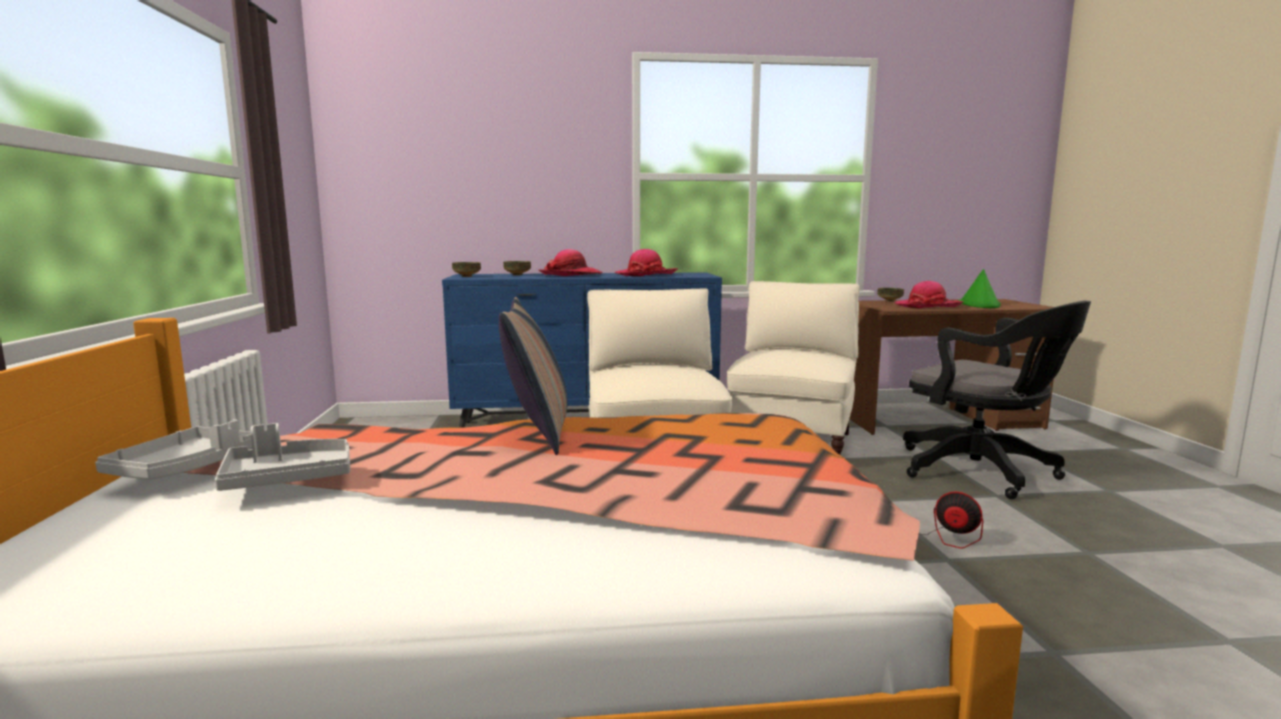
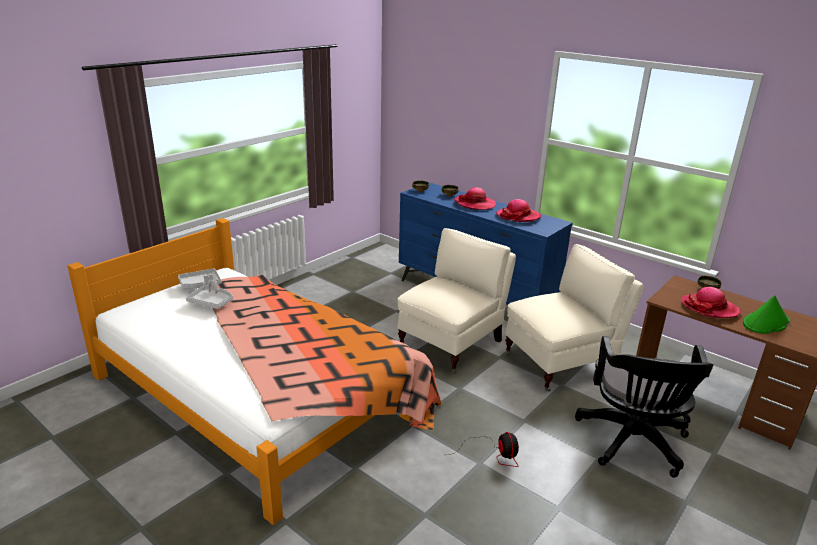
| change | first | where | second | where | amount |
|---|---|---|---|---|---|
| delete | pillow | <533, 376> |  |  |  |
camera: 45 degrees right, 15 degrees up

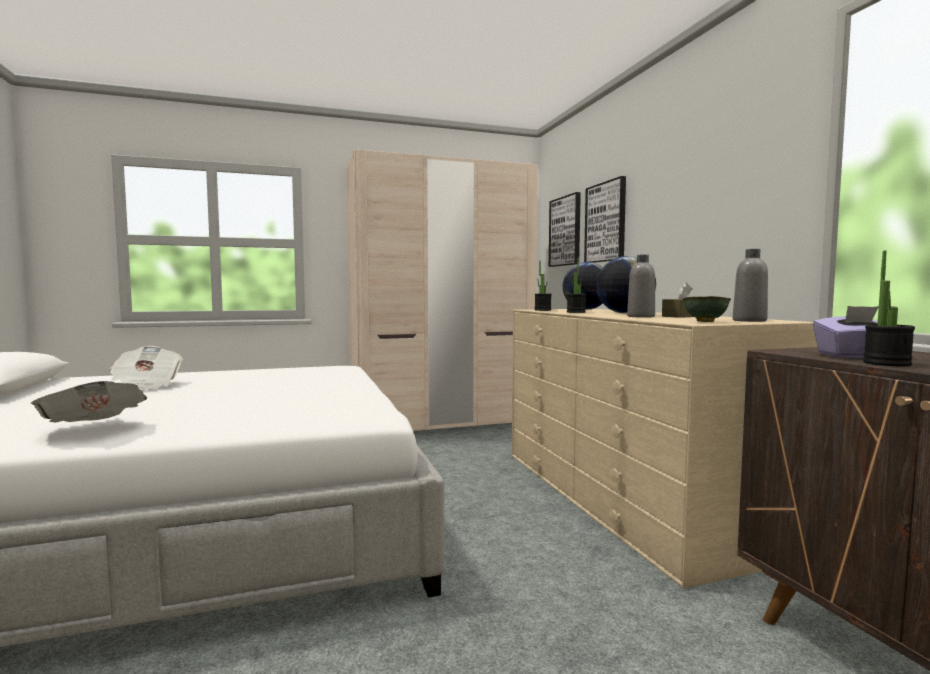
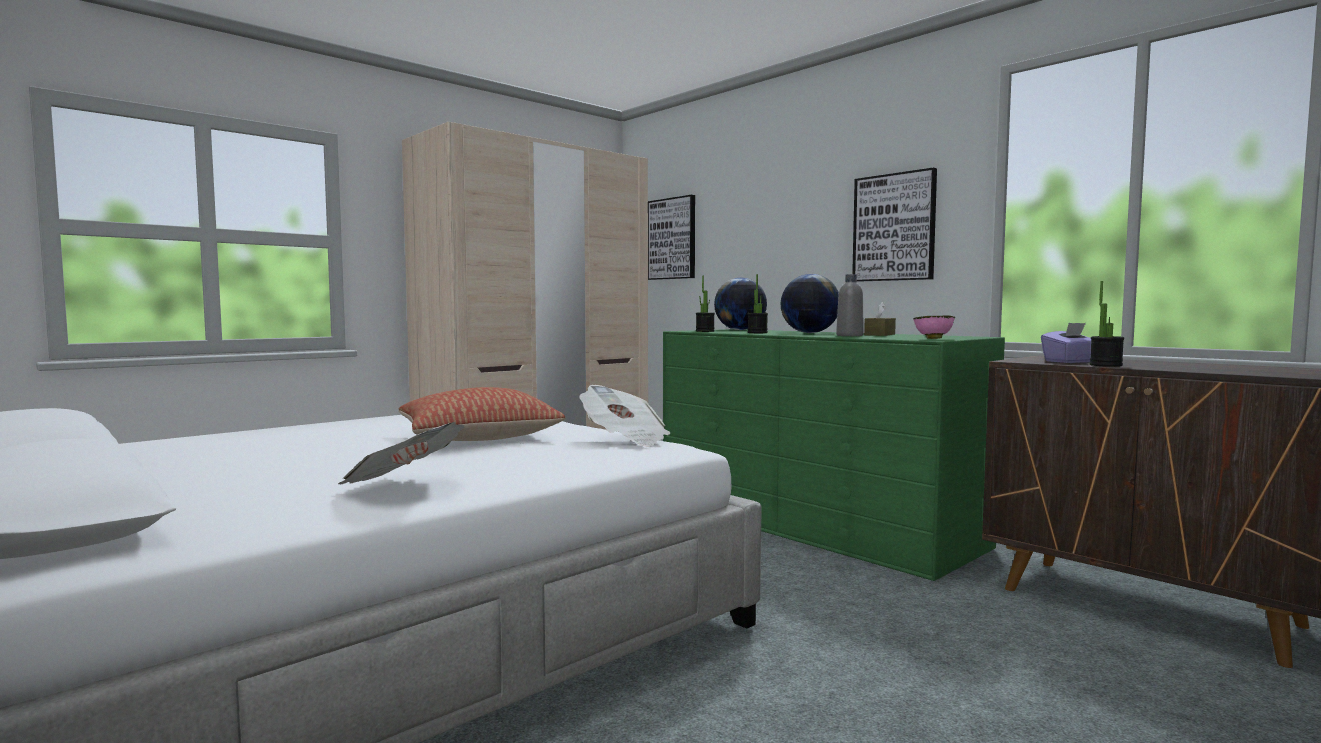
| change | first | where | second | where | amount |
|---|---|---|---|---|---|
| insert |  |  | pillow | <482, 414> |  |
| move | printed paper | <146, 368> |  | <624, 416> |  |
| recolor | chest of drawers (beige) | <664, 448> | chest of drawers (green-coloured) | <834, 455> |  |
| move | wall art | <605, 219> |  | <894, 224> |  |
| recolor | serving bowl (green-coloured) | <707, 309> | serving bowl (pinkish) | <934, 327> |  |
| delete | beverage bottle (greyish) | <750, 285> |  |  |  |
camera: 25 degrees left, 0 degrees up

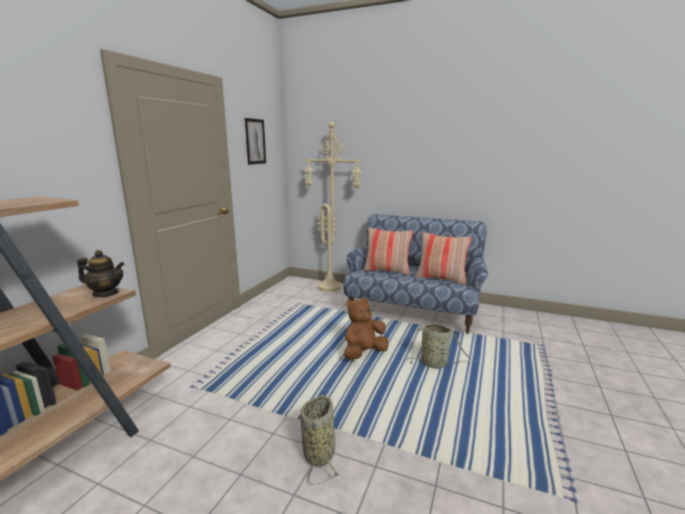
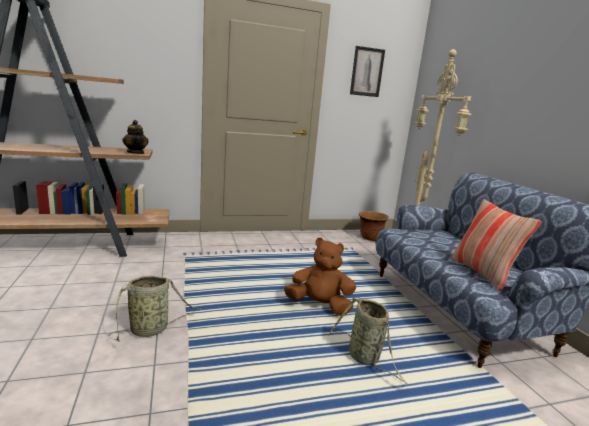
| change | first | where | second | where | amount |
|---|---|---|---|---|---|
| insert |  |  | plant pot (brownish) | <374, 226> |  |
| delete | pillow | <388, 251> |  |  |  |
camera: 50 degrees right, 0 degrees up

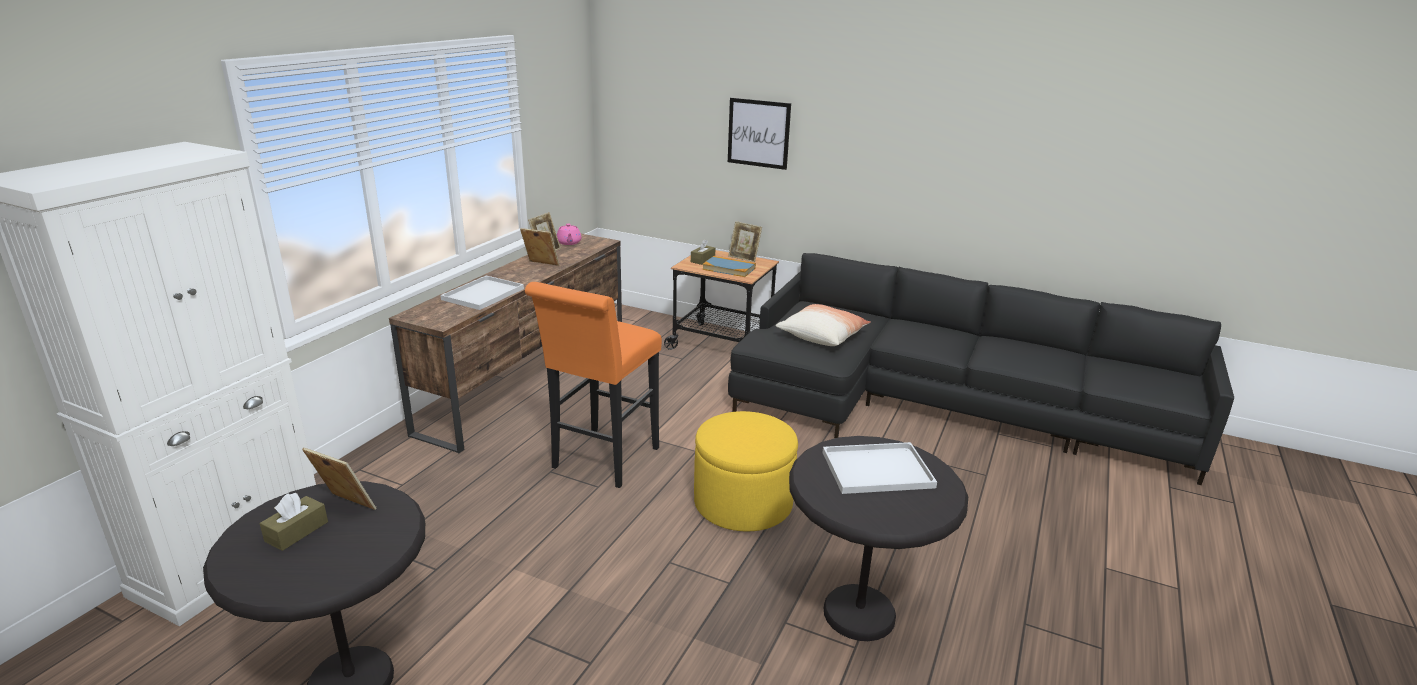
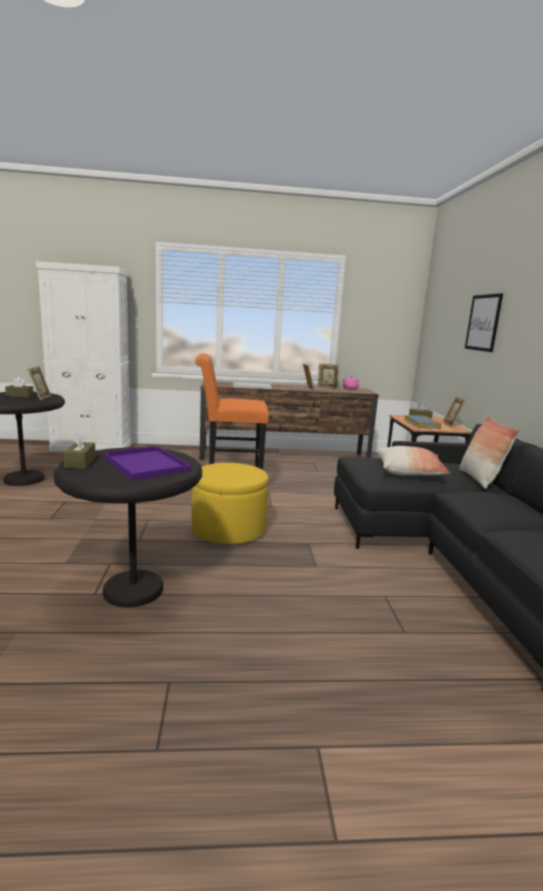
| change | first | where | second | where | amount |
|---|---|---|---|---|---|
| insert |  |  | tissue holder (brownish) | <79, 450> |  |
| recolor | serving tray (whitish) | <880, 468> | serving tray (purple) | <147, 463> |  |
| insert |  |  | pillow | <489, 452> |  |
camera: 60 degrees right, 10 degrees down

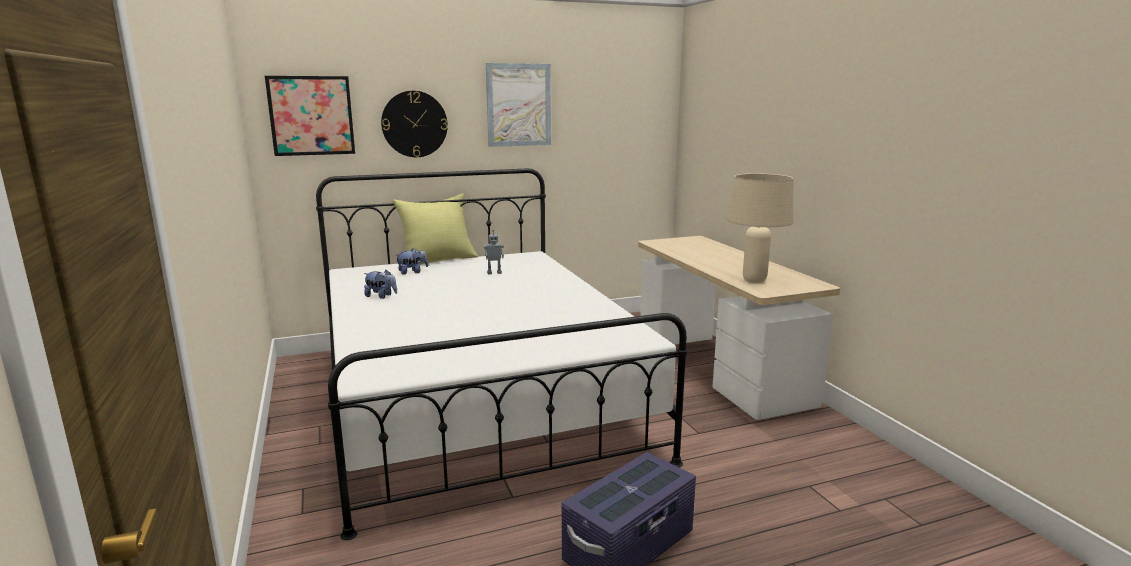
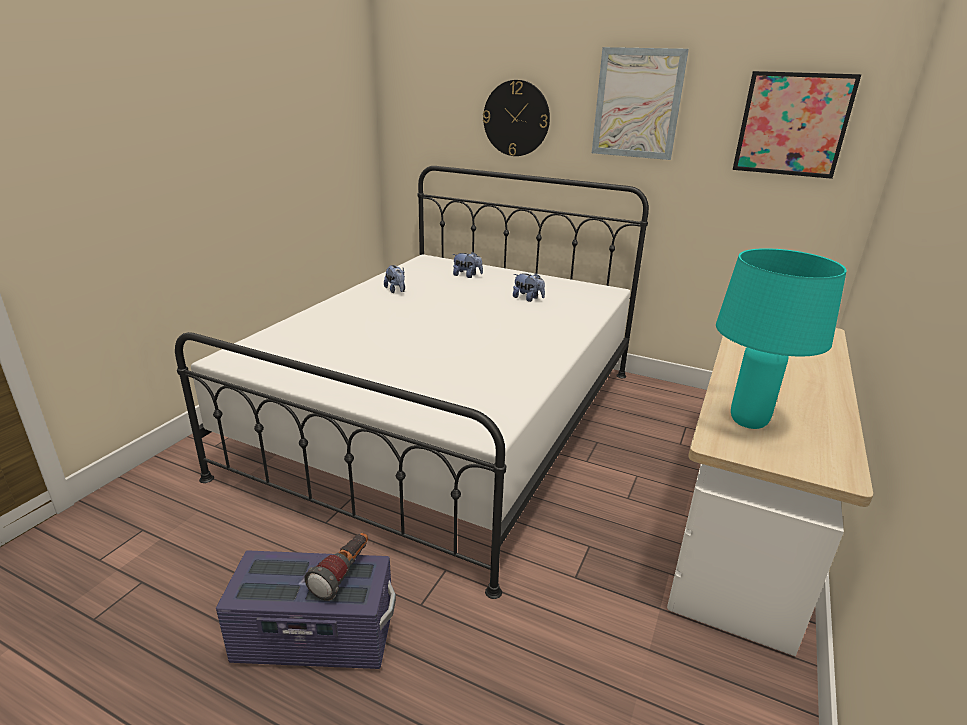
| change | first | where | second | where | amount |
|---|---|---|---|---|---|
| insert |  |  | hand torch | <336, 567> |  |
| replace | robot figure | <494, 252> | cuddly toy | <529, 287> |  |
| recolor | lamp for a table (beige) | <760, 228> | lamp for a table (blue-green) | <781, 338> |  |
| move | wall art | <310, 116> |  | <797, 125> |  |
| delete | pillow (yellow) | <435, 228> |  |  |  |
camera: 45 degrees right, 10 degrees up

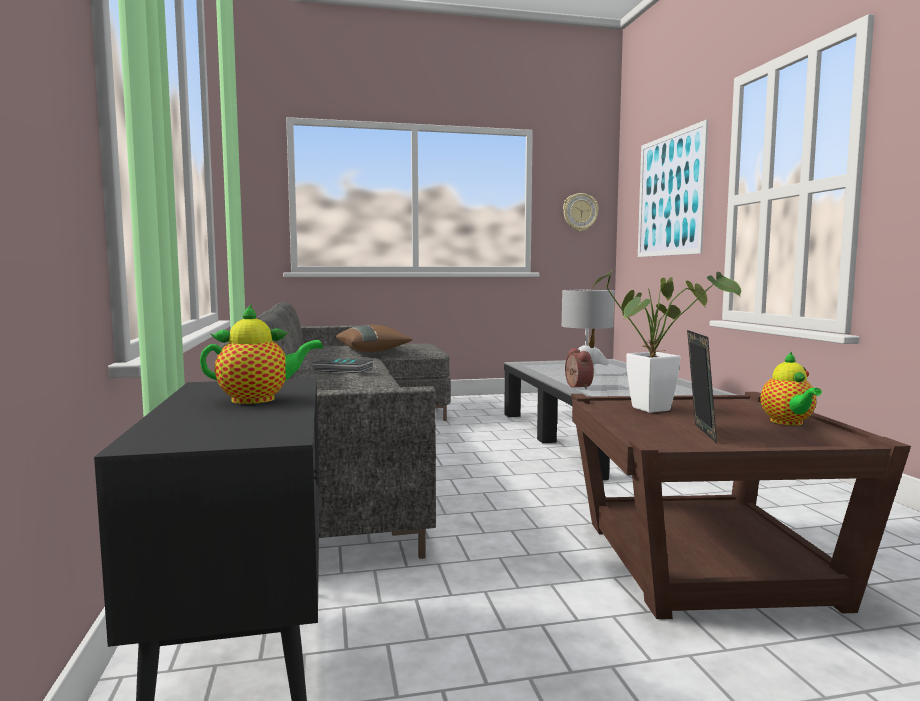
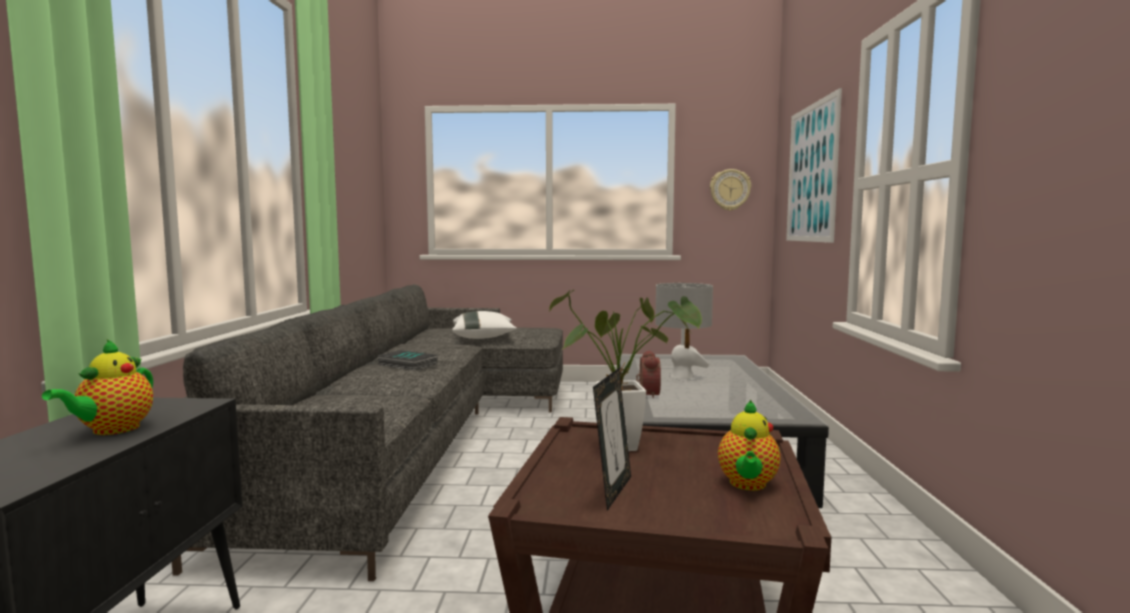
| change | first | where | second | where | amount |
|---|---|---|---|---|---|
| rotate | pot for tea | <261, 354> |  | <97, 387> | 105 degrees clockwise |
| recolor | pillow (brownish) | <374, 338> | pillow (whitish) | <484, 325> |  |
camera: 15 degrees right, 0 degrees up

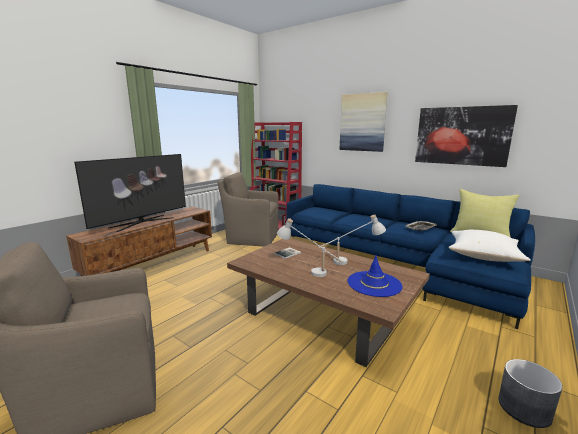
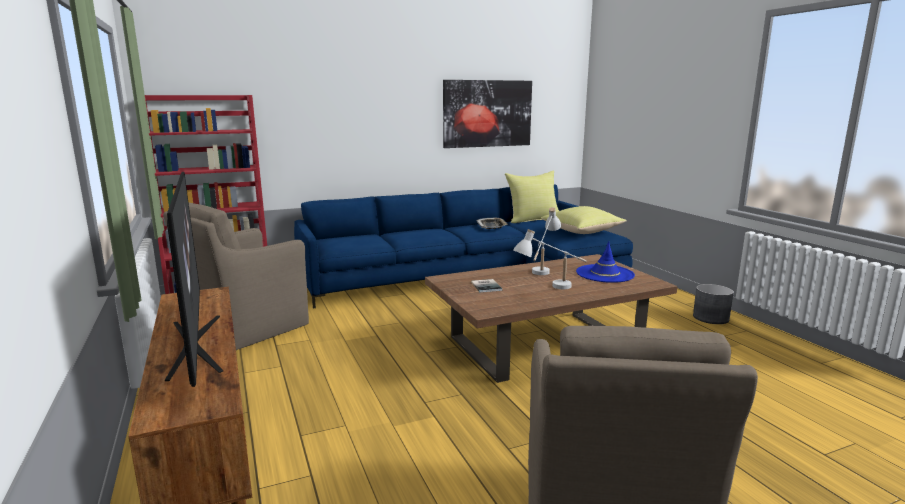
| change | first | where | second | where | amount |
|---|---|---|---|---|---|
| recolor | pillow (whitish) | <489, 246> | pillow (yellow) | <584, 220> |  |
| delete | wall art | <364, 122> |  |  |  |
camera: 60 degrees left, 0 degrees up

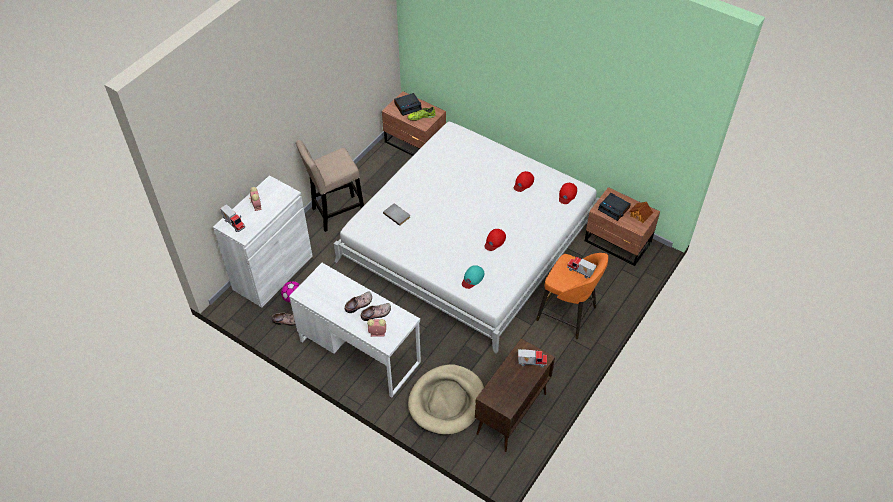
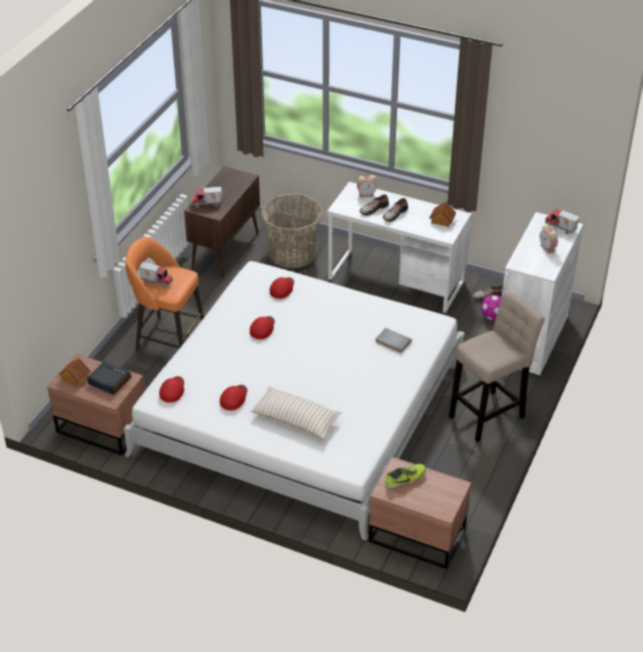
| change | first | where | second | where | amount |
|---|---|---|---|---|---|
| insert |  |  | pillow (beige) | <296, 412> |  |
| replace | dog cushion (beige) | <446, 399> | storage basket | <292, 231> |  |
| recolor | cap (blue-green) | <473, 277> | cap (reddish) | <282, 288> |  |
| insert |  |  | miniature house | <442, 214> |  |
| delete | table clock | <408, 104> |  |  |  |
camera: 170 degrees right, 10 degrees down

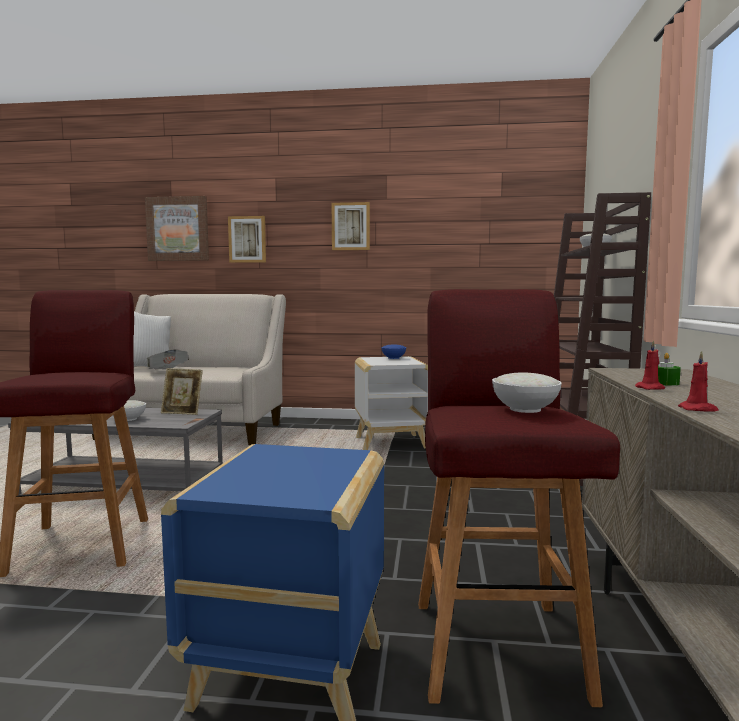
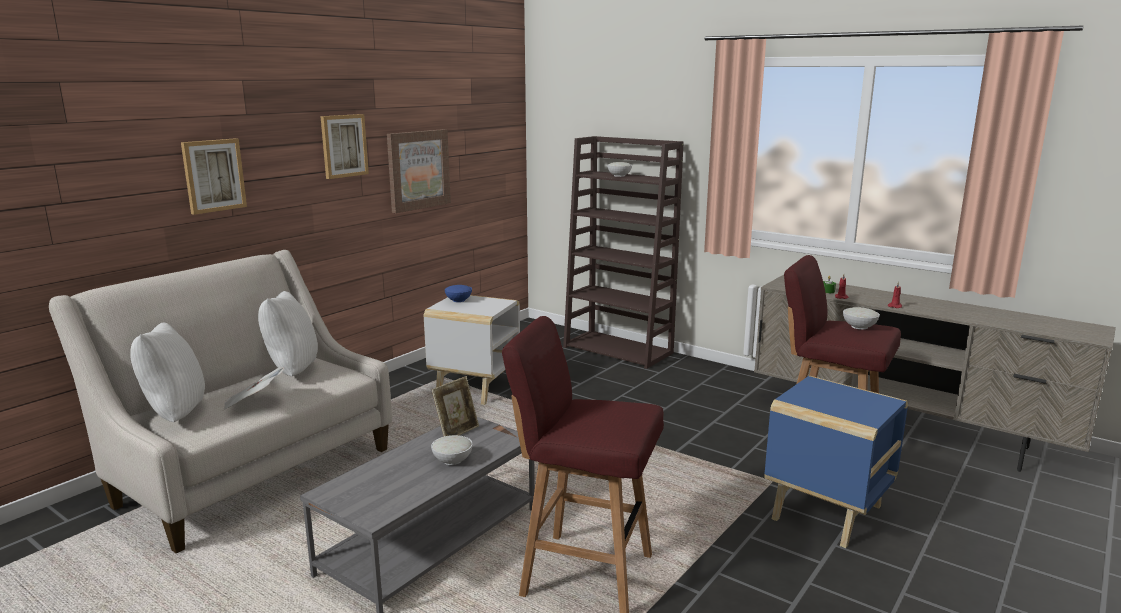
| change | first | where | second | where | amount |
|---|---|---|---|---|---|
| insert |  |  | pillow (whitish) | <288, 333> |  |
| move | wall art | <177, 228> |  | <419, 171> |  |
camera: 60 degrees left, 10 degrees up

